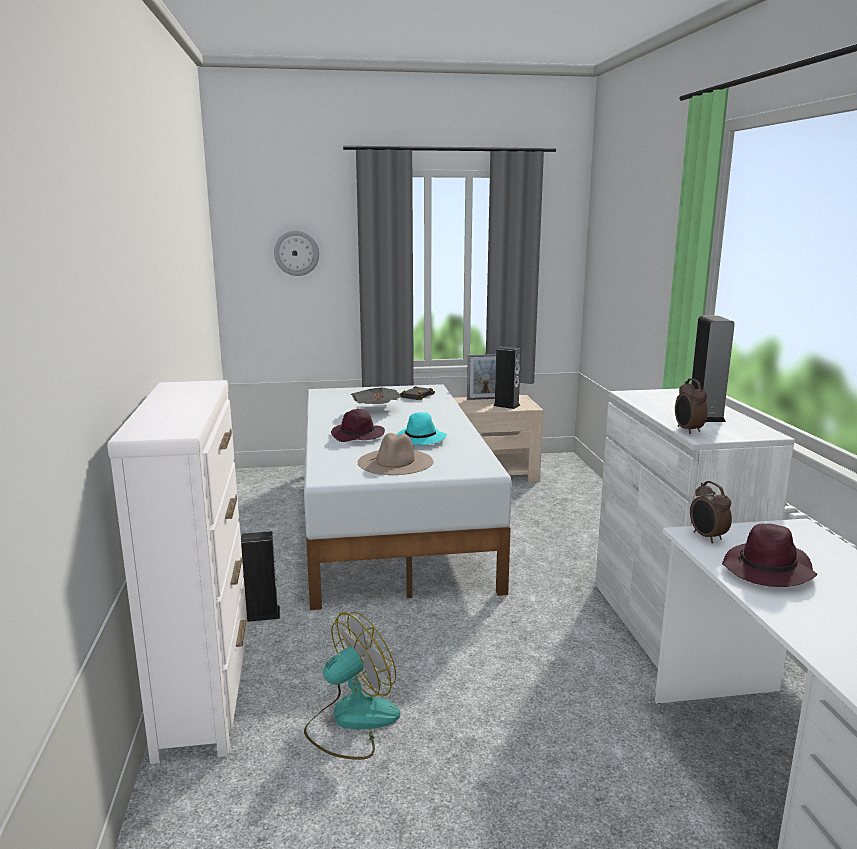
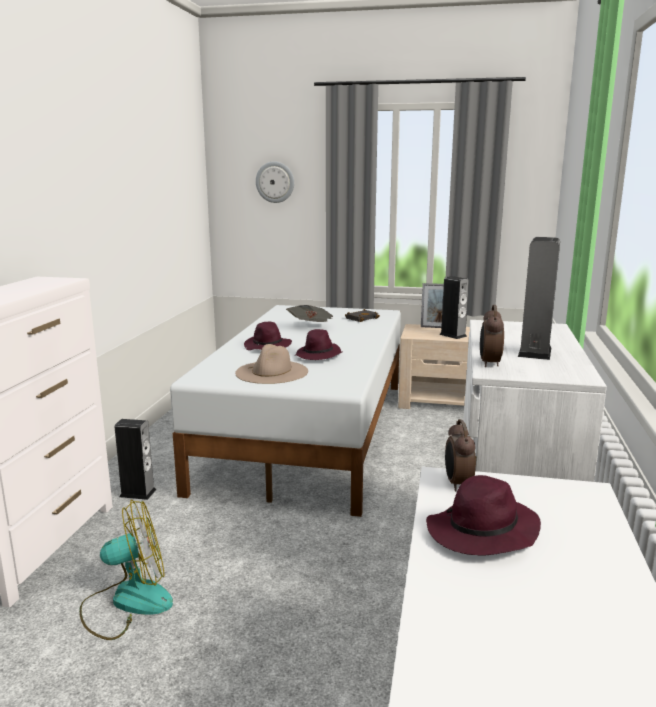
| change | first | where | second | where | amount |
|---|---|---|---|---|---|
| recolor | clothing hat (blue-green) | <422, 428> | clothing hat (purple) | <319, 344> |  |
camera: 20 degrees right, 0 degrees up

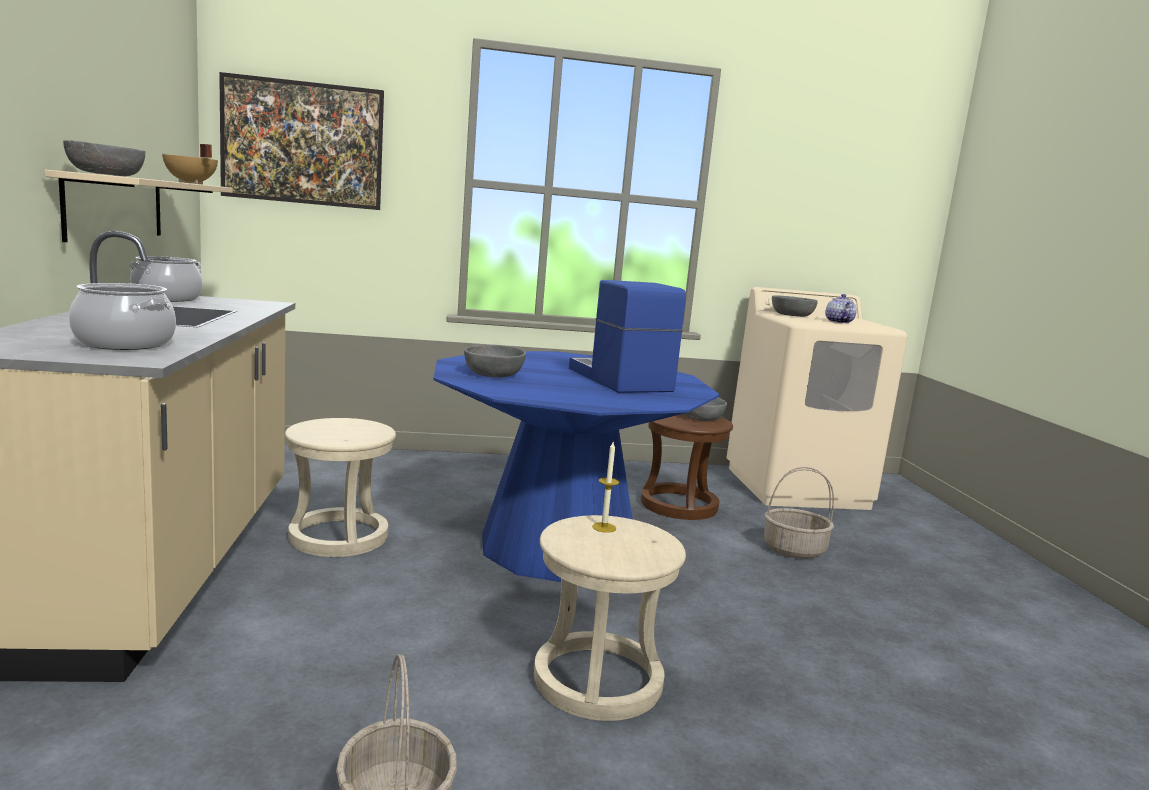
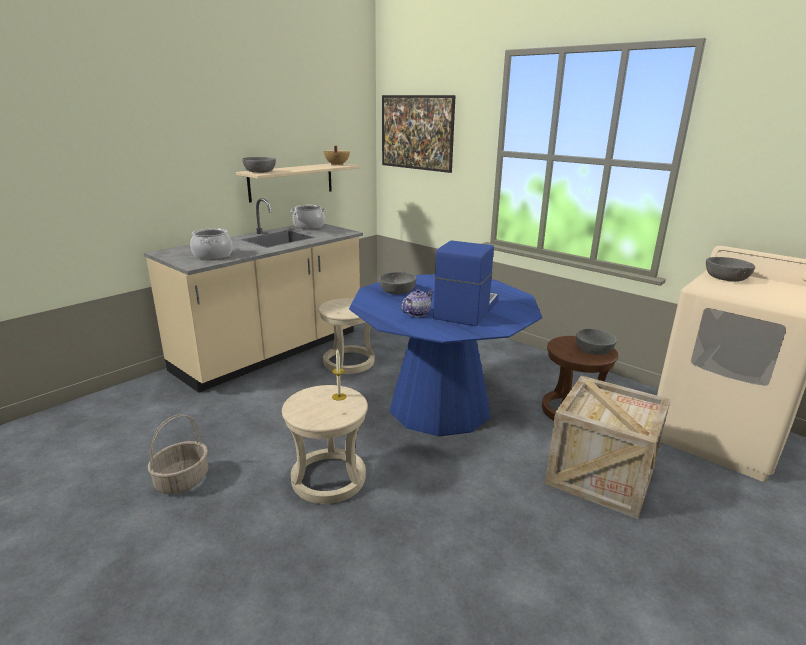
| change | first | where | second | where | amount |
|---|---|---|---|---|---|
| move | pot for tea | <841, 309> |  | <417, 303> |  |
| replace | storage basket | <799, 513> | shipping crate | <608, 447> |  |
camera: 50 degrees right, 10 degrees up

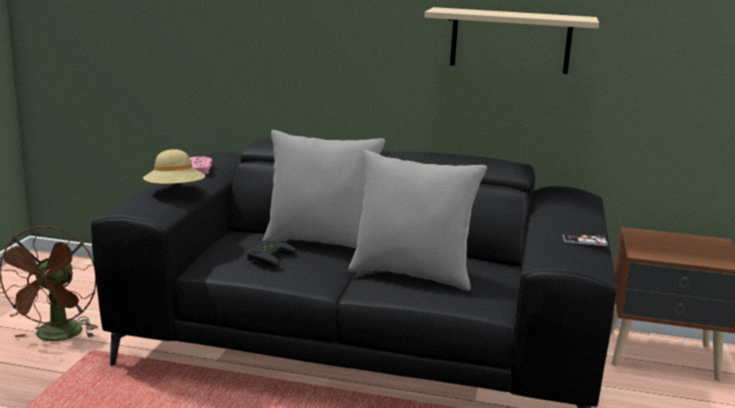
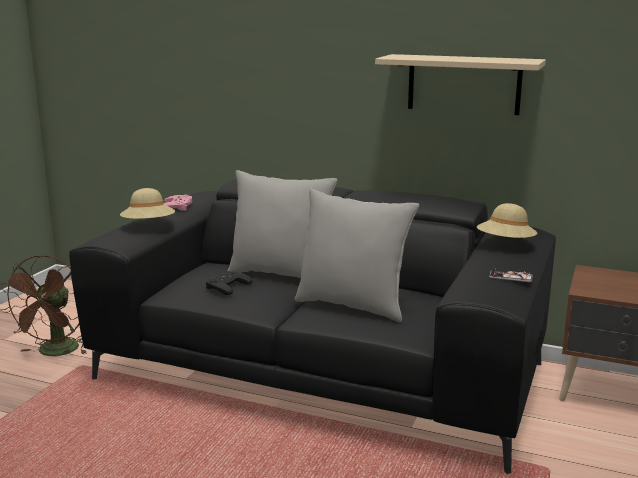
| change | first | where | second | where | amount |
|---|---|---|---|---|---|
| insert |  |  | clothing hat (beige) | <507, 220> |  |
camera: 10 degrees right, 0 degrees up

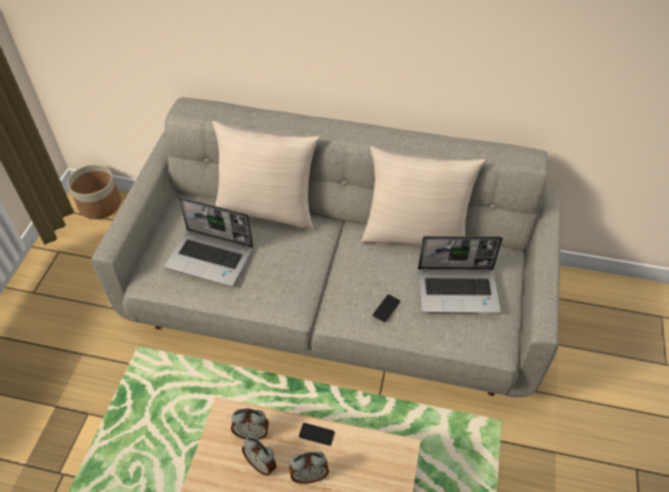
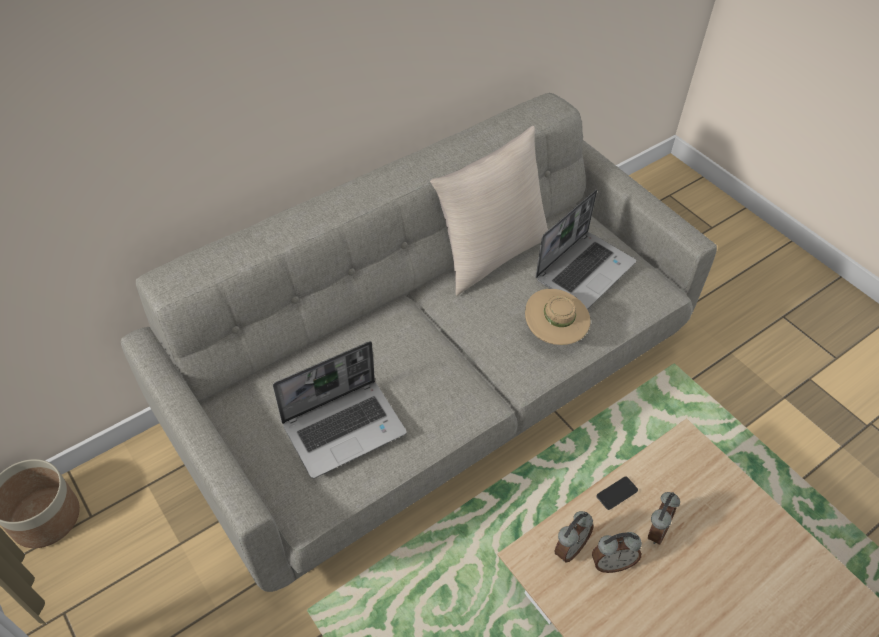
| change | first | where | second | where | amount |
|---|---|---|---|---|---|
| replace | phone | <386, 308> | clothing hat (beige) | <557, 317> |  |
| delete | pillow (beige) | <266, 176> |  |  |  |
camera: 50 degrees left, 0 degrees up

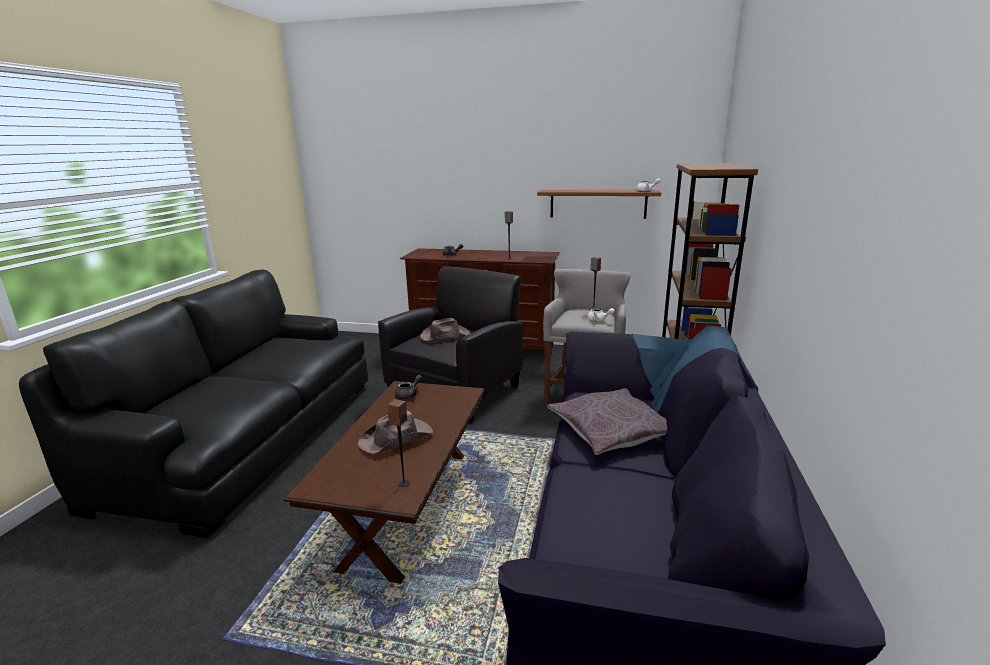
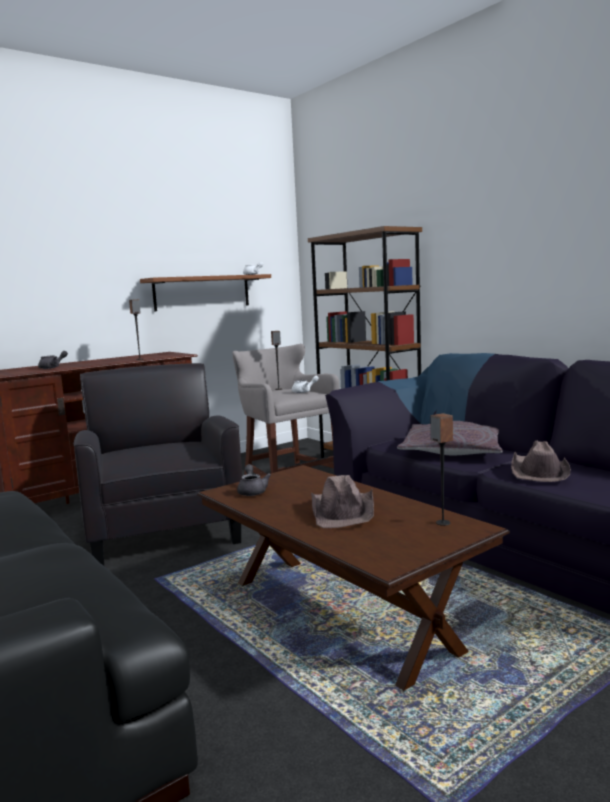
| change | first | where | second | where | amount |
|---|---|---|---|---|---|
| move | clothing hat (brownish) | <445, 330> |  | <541, 461> |  |
camera: 50 degrees left, 10 degrees down

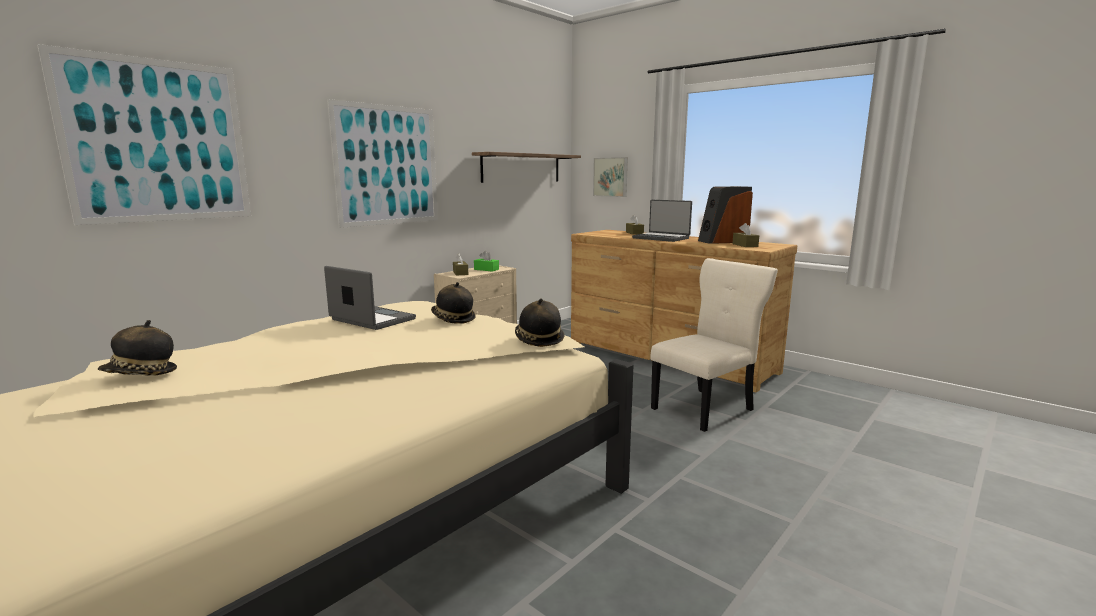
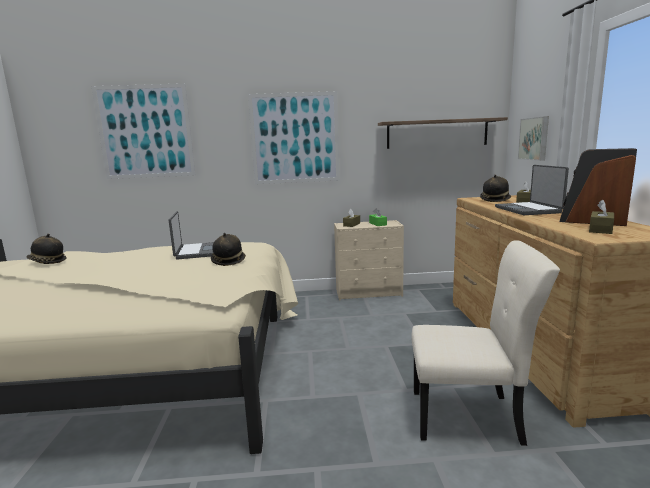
| change | first | where | second | where | amount |
|---|---|---|---|---|---|
| move | clothing hat | <540, 322> |  | <496, 188> |  |
camera: 45 degrees right, 0 degrees up

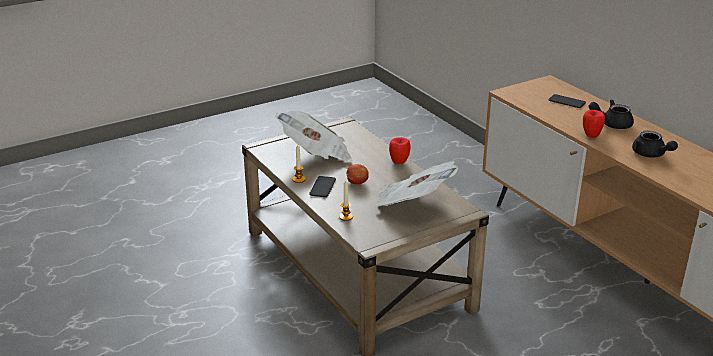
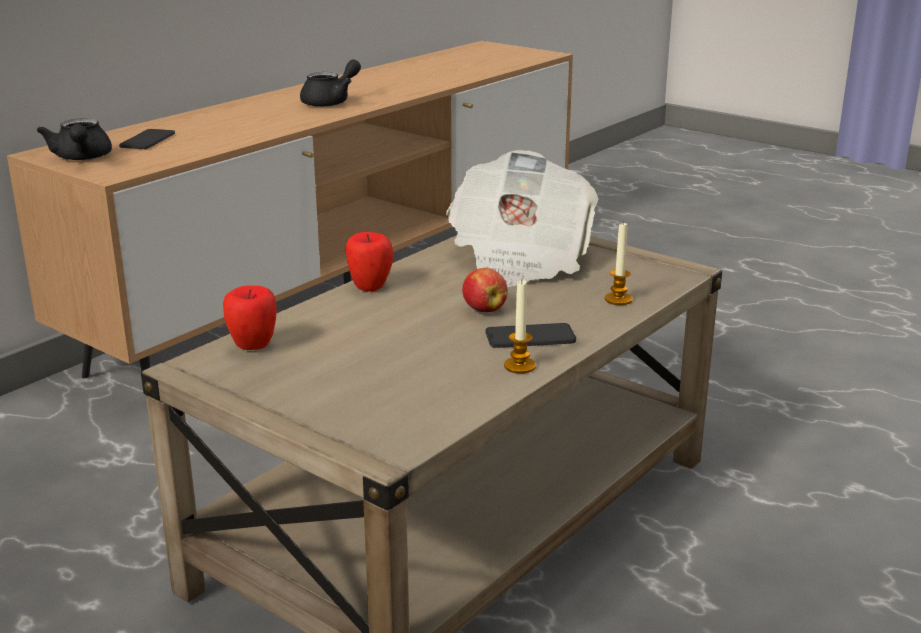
| change | first | where | second | where | amount |
|---|---|---|---|---|---|
| move | pot for tea (black-coloured) | <611, 114> |  | <74, 139> |  |
| move | apple | <594, 124> |  | <250, 318> |  |
| delete | printed paper | <314, 136> |  |  |  |
camera: 110 degrees left, 5 degrees down

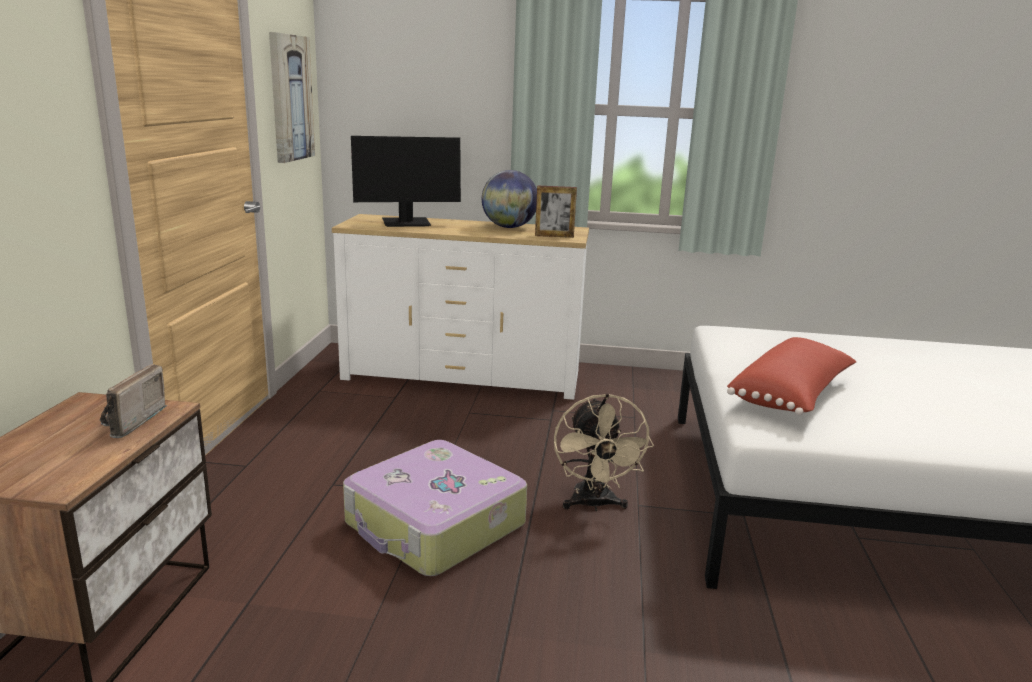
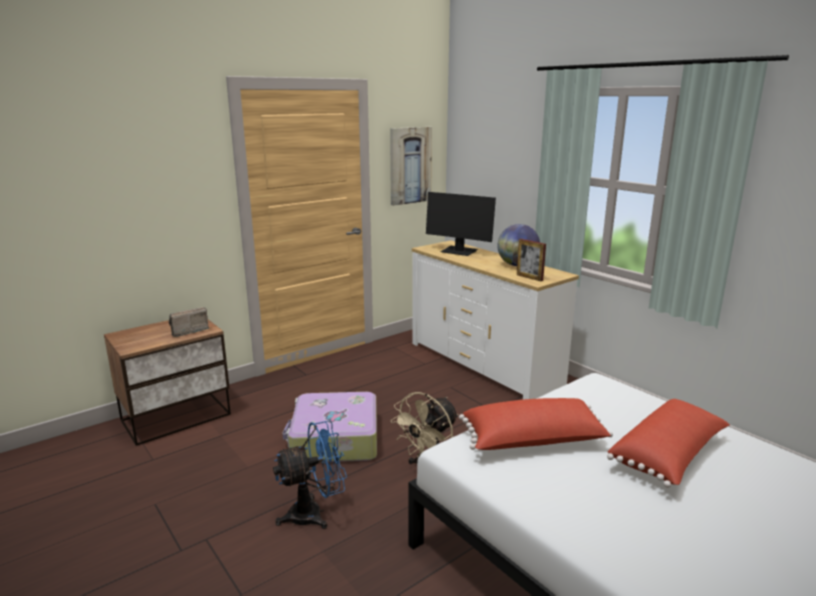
| change | first | where | second | where | amount |
|---|---|---|---|---|---|
| insert |  |  | cooling fan (bluish) | <310, 474> |  |
| insert |  |  | pillow (reddish) | <668, 443> |  |
camera: 45 degrees right, 0 degrees up

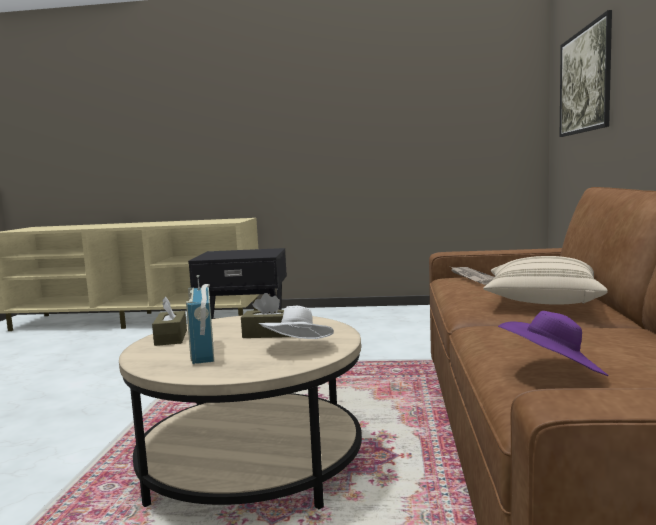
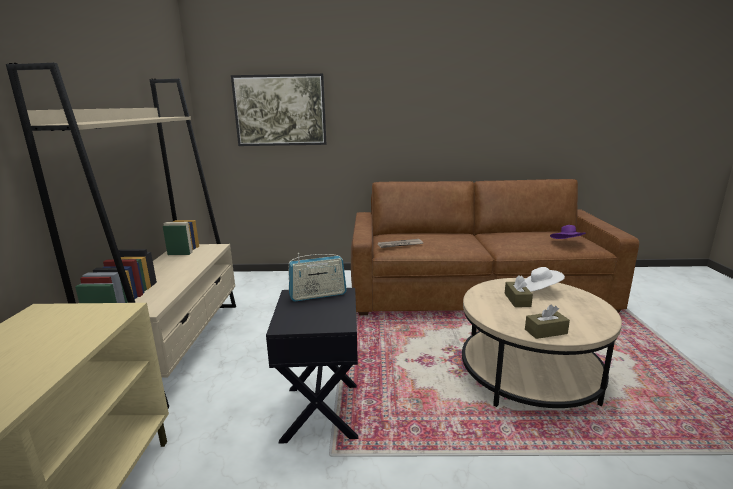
| change | first | where | second | where | amount |
|---|---|---|---|---|---|
| insert |  |  | bookshelf (beige) | <121, 235> |  |
| move | radio receiver | <200, 319> |  | <317, 277> |  |
| delete | pillow (beige) | <545, 280> |  |  |  |
camera: 95 degrees left, 10 degrees up

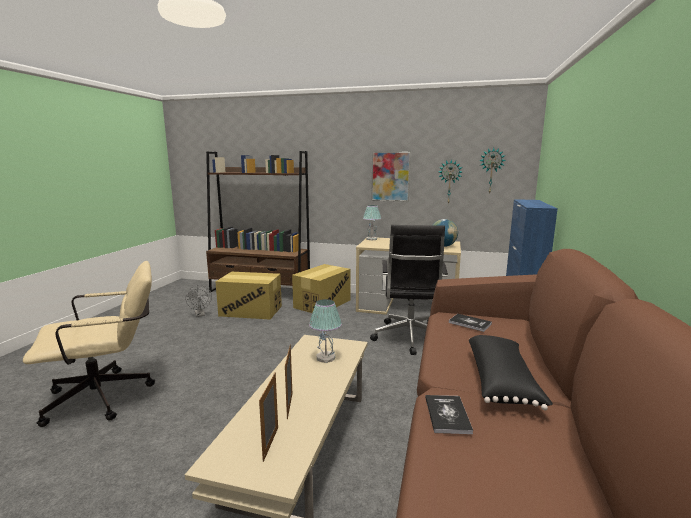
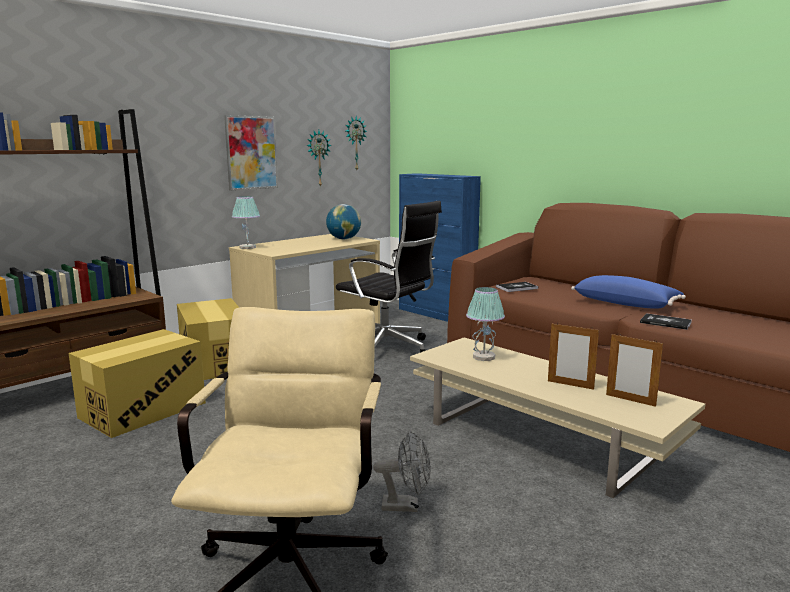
| change | first | where | second | where | amount |
|---|---|---|---|---|---|
| move | cooling fan (greyish) | <199, 301> |  | <402, 471> |  |
| recolor | pillow (black-coloured) | <511, 372> | pillow (bluish) | <628, 292> |  |
camera: 60 degrees left, 0 degrees up

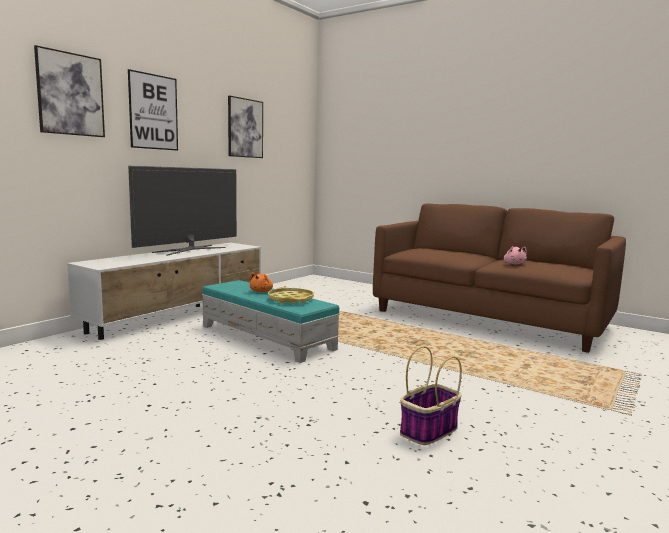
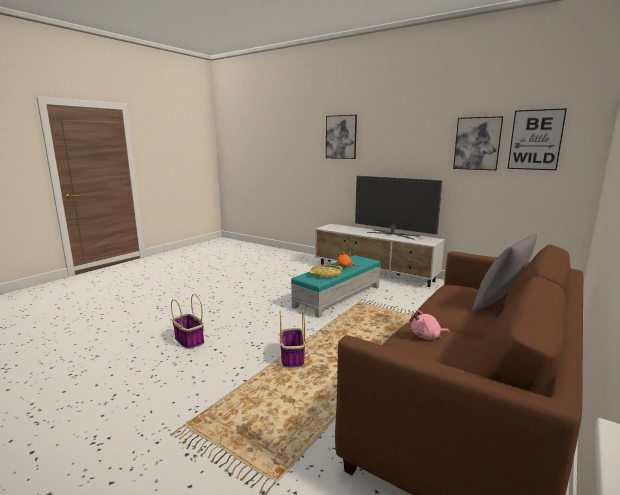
| change | first | where | second | where | amount |
|---|---|---|---|---|---|
| insert |  |  | storage basket | <293, 339> |  |
| insert |  |  | pillow (greyish) | <504, 273> |  |
| move | wall art | <153, 110> |  | <537, 139> |  |
camera: 90 degrees right, 5 degrees up

